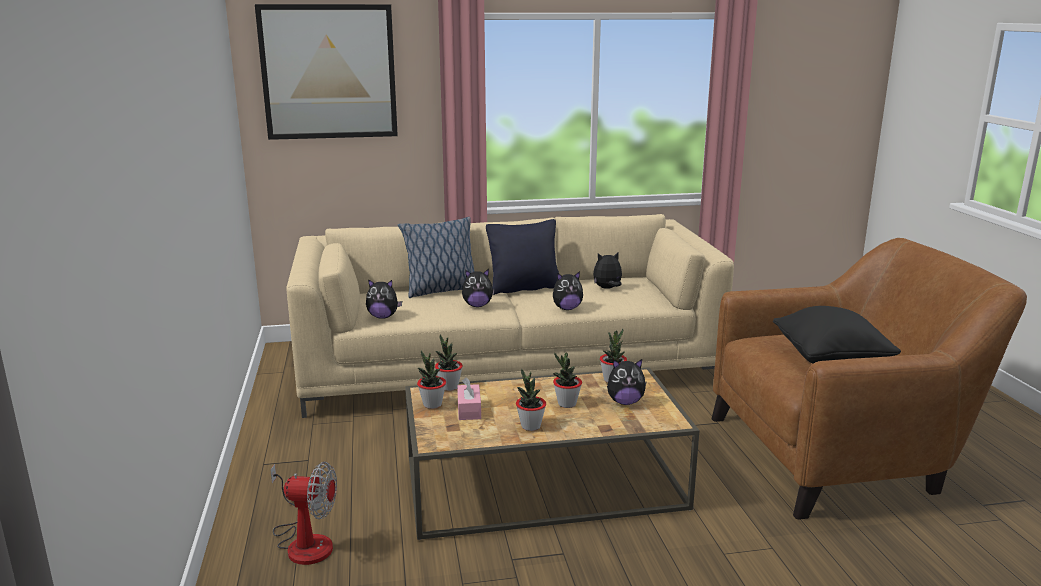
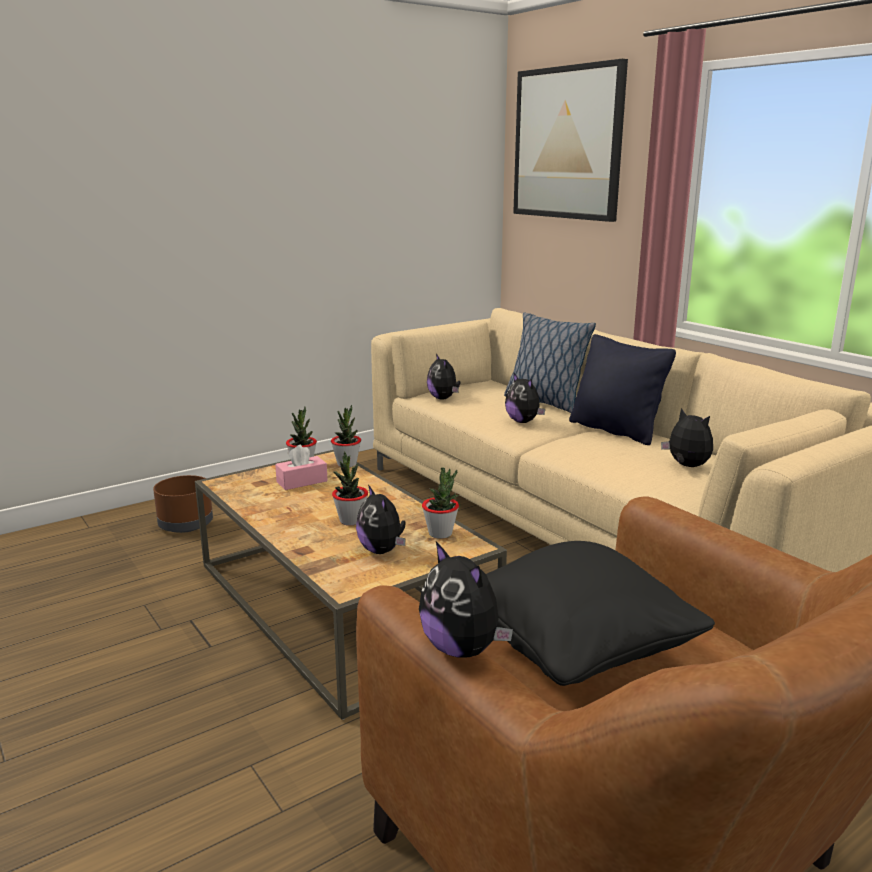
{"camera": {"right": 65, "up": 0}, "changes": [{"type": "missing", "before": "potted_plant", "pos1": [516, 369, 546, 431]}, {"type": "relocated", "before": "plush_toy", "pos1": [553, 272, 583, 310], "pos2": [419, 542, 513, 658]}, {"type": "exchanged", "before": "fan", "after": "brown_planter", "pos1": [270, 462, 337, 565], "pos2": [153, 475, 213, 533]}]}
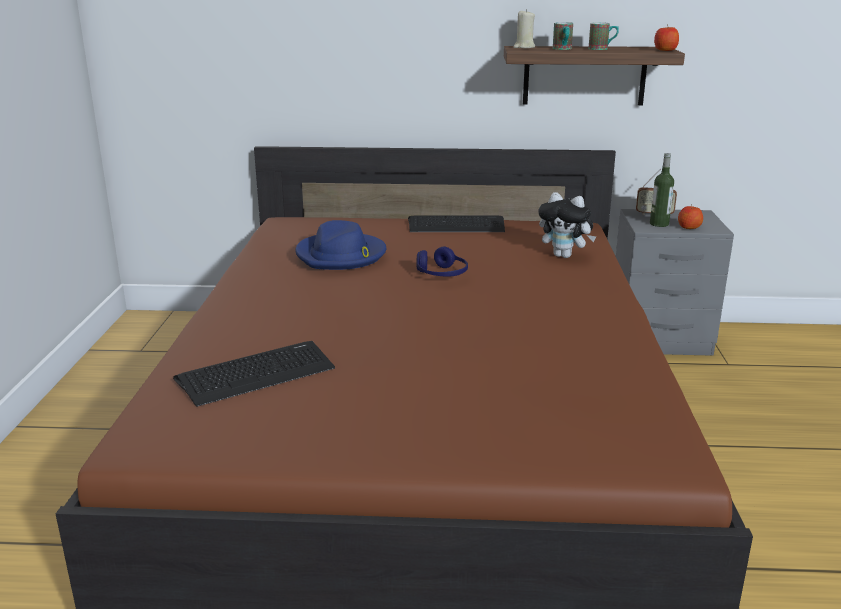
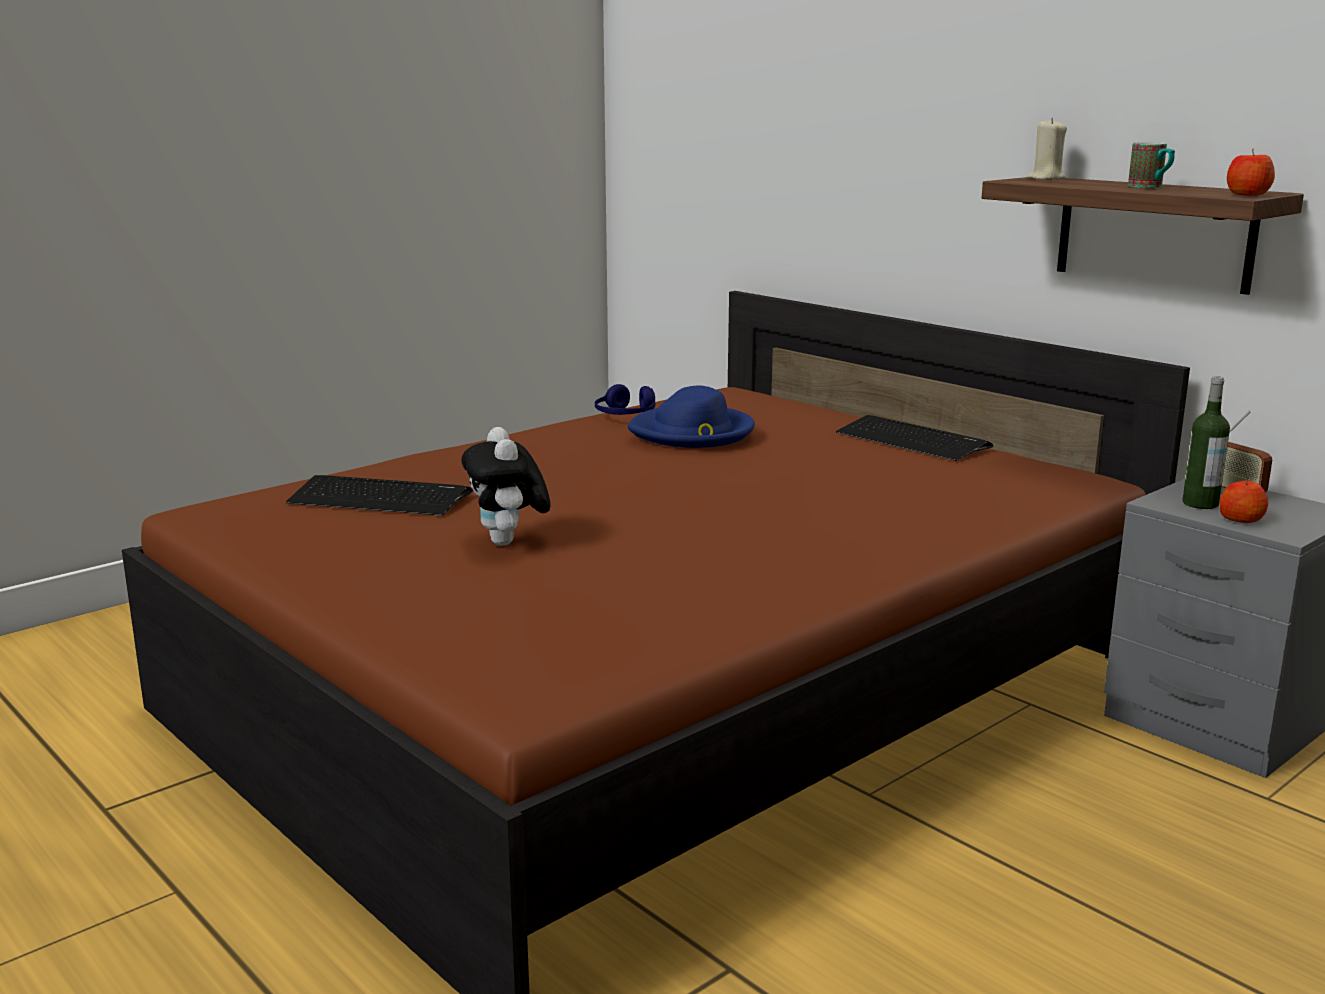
{"camera": {"right": 45, "up": -5}, "changes": [{"type": "missing", "before": "coffee_mug", "pos1": [553, 22, 573, 50]}, {"type": "relocated", "before": "blue_pair_of_headphones", "pos1": [417, 246, 468, 276], "pos2": [595, 384, 655, 415]}, {"type": "relocated", "before": "plush_toy", "pos1": [538, 192, 597, 258], "pos2": [461, 427, 551, 546]}]}
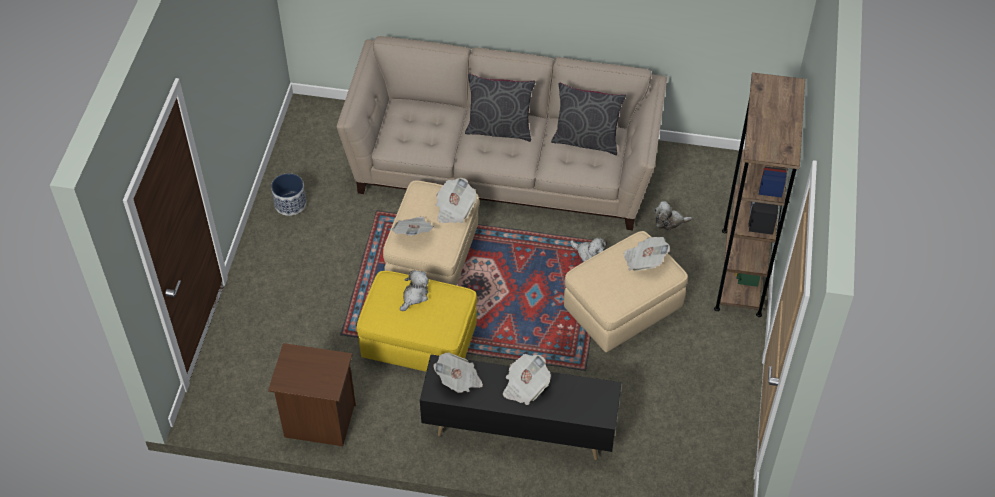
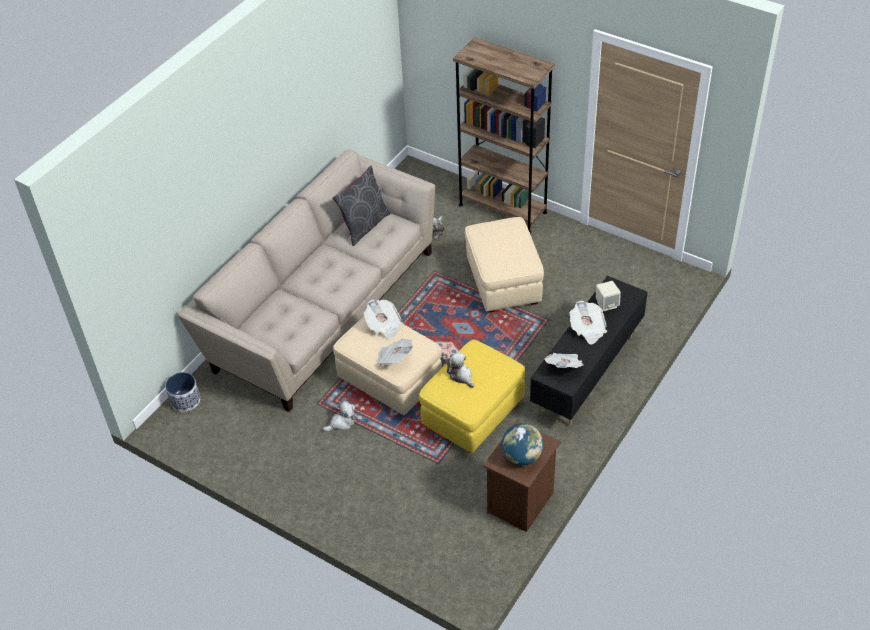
{"camera": {"right": -65, "up": -5}, "changes": [{"type": "missing", "before": "gray_cushion", "pos1": [465, 74, 536, 142]}, {"type": "missing", "before": "daily_paper", "pos1": [623, 237, 670, 271]}, {"type": "appeared", "after": "globe", "pos2": [502, 423, 543, 465]}, {"type": "appeared", "after": "beige_audio_speaker", "pos2": [596, 281, 621, 311]}, {"type": "relocated", "before": "planter", "pos1": [271, 173, 306, 216], "pos2": [165, 372, 200, 412]}, {"type": "relocated", "before": "plush_toy", "pos1": [570, 238, 606, 262], "pos2": [323, 401, 355, 432]}]}
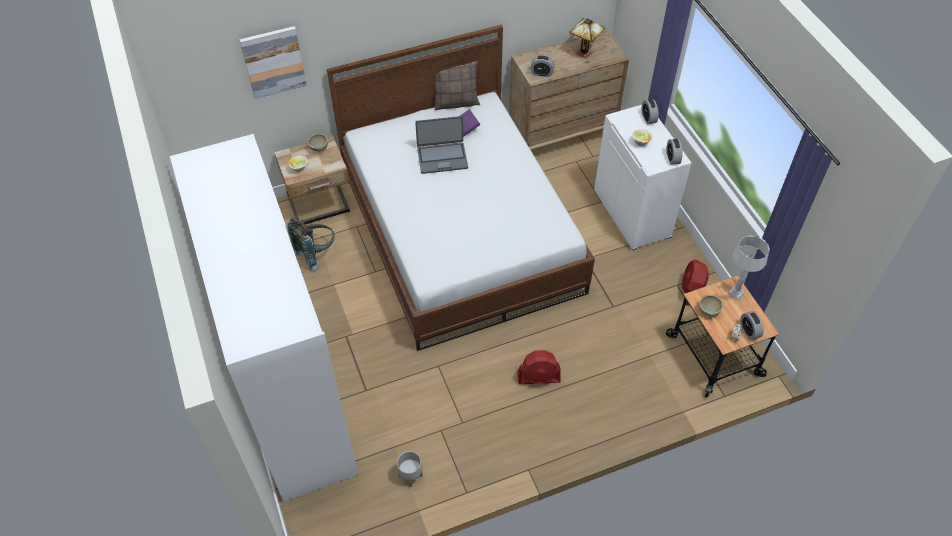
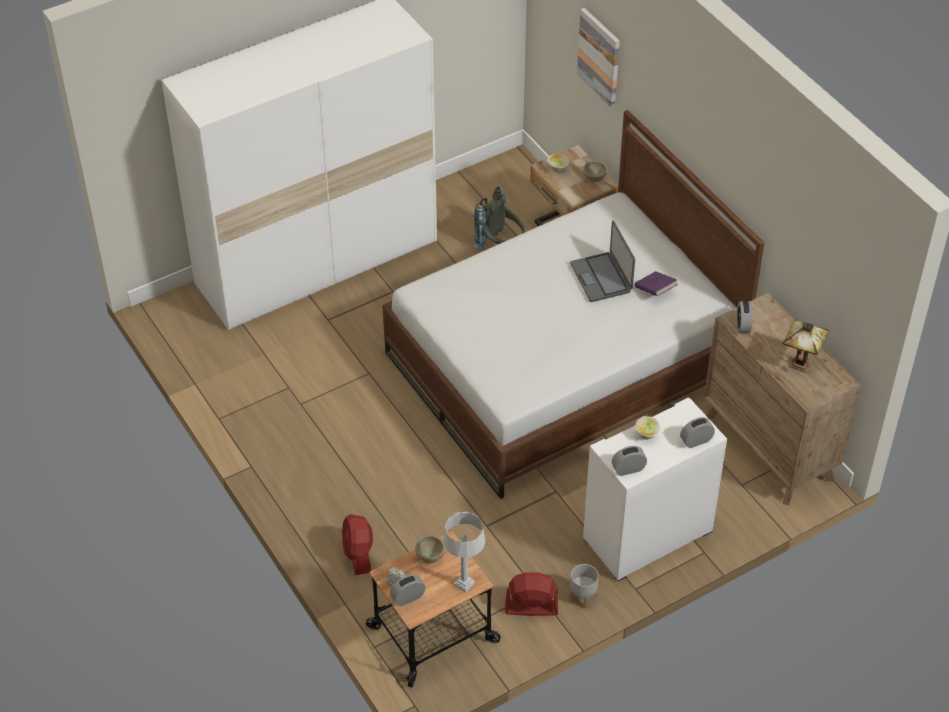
{"camera": {"right": 80, "up": -5}, "changes": [{"type": "missing", "before": "cushion", "pos1": [435, 61, 480, 110]}, {"type": "relocated", "before": "gray_planter", "pos1": [397, 451, 423, 487], "pos2": [570, 564, 599, 608]}, {"type": "relocated", "before": "reddish_fan", "pos1": [518, 350, 561, 384], "pos2": [342, 514, 373, 575]}]}
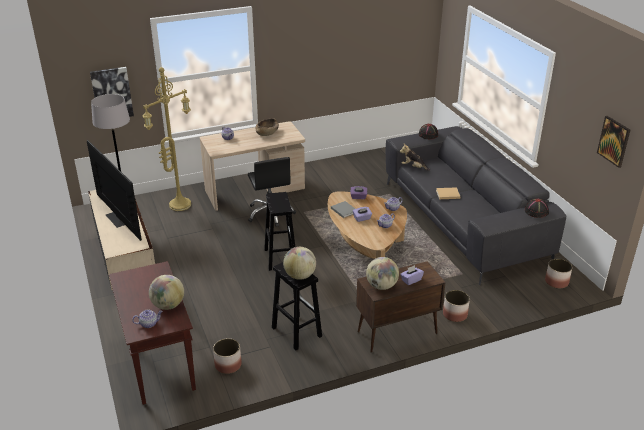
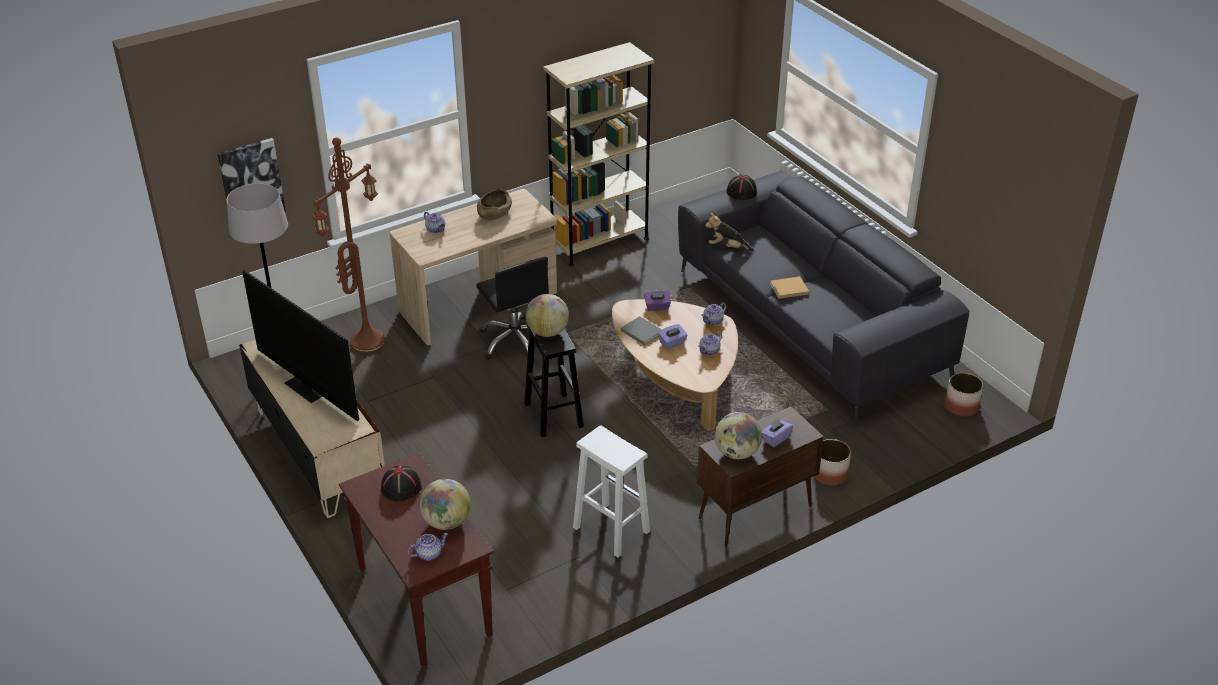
{"camera": {"right": -10, "up": 5}, "changes": [{"type": "missing", "before": "planter", "pos1": [213, 338, 242, 374]}, {"type": "missing", "before": "wall_art", "pos1": [597, 116, 630, 168]}, {"type": "appeared", "after": "beige_bookcase", "pos2": [543, 42, 654, 266]}, {"type": "relocated", "before": "globe", "pos1": [283, 247, 316, 280], "pos2": [526, 294, 569, 337]}, {"type": "relocated", "before": "black-coloured_hat", "pos1": [525, 198, 549, 218], "pos2": [381, 465, 422, 502]}, {"type": "colour", "before": "yellow-coloured_standard_lamp", "after": "brown_standard_lamp", "pos1": [142, 67, 191, 211], "pos2": [312, 137, 385, 353]}, {"type": "colour", "before": "black-coloured_sitting_stool", "after": "white_sitting_stool", "pos1": [272, 262, 322, 350], "pos2": [573, 425, 650, 558]}]}
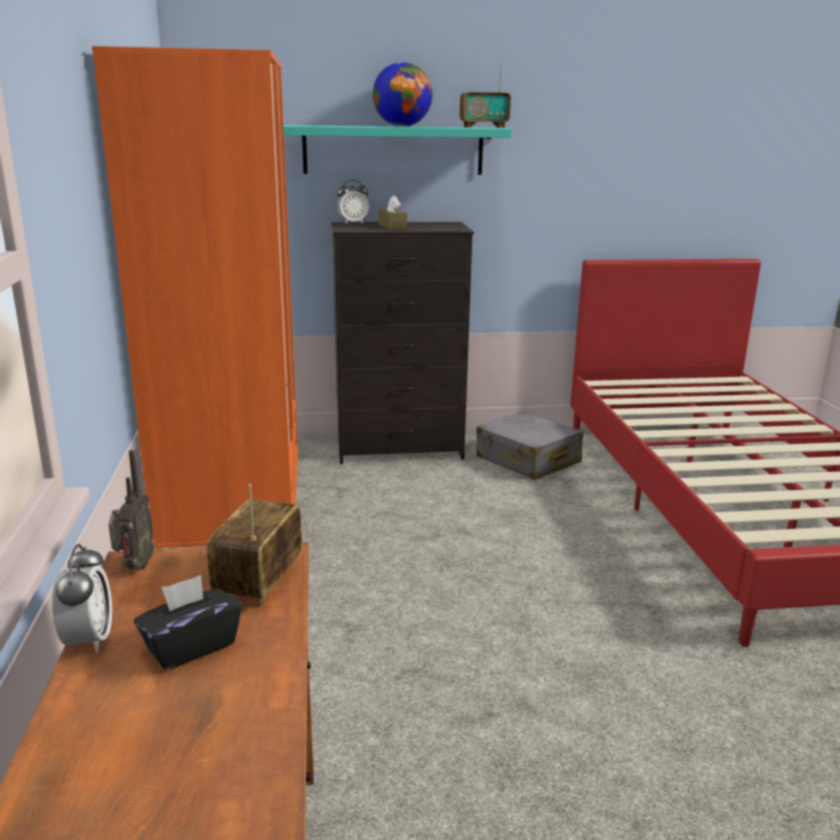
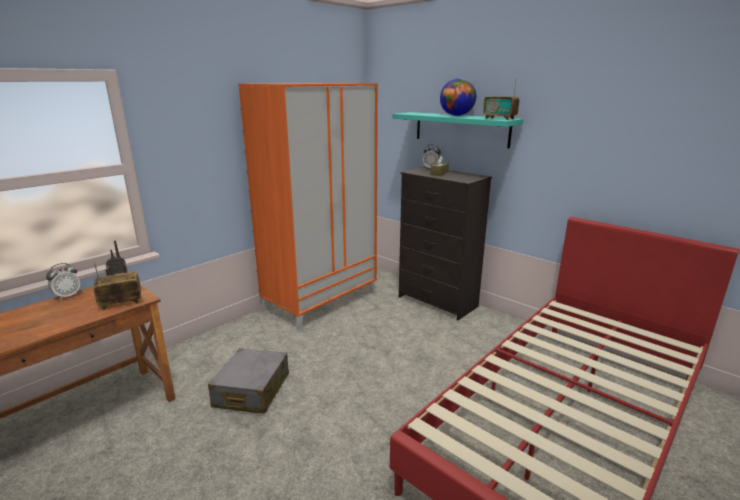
{"camera": {"right": 50, "up": 0}, "changes": [{"type": "missing", "before": "black-coloured_box_of_tissues", "pos1": [134, 575, 242, 670]}, {"type": "relocated", "before": "gray_travel_case", "pos1": [476, 411, 583, 480], "pos2": [208, 348, 289, 414]}]}
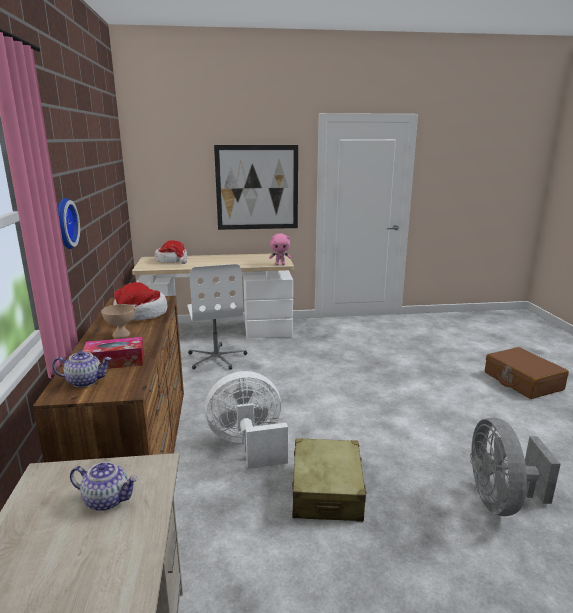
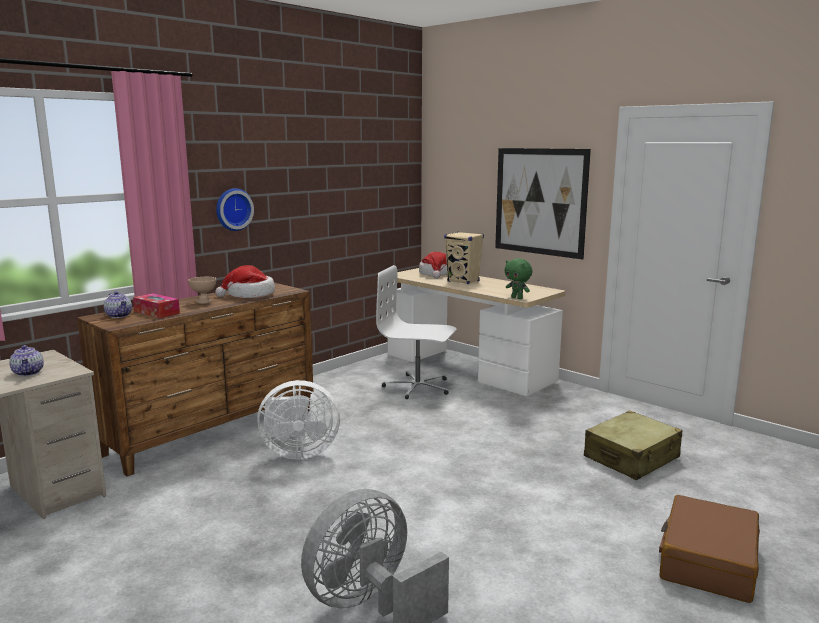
{"camera": {"right": 50, "up": -5}, "changes": [{"type": "appeared", "after": "beige_audio_speaker", "pos2": [444, 232, 484, 284]}, {"type": "relocated", "before": "beige_travel_case", "pos1": [292, 438, 367, 522], "pos2": [584, 410, 683, 480]}, {"type": "colour", "before": "pinkish_plush_toy", "after": "green-coloured_plush_toy", "pos1": [269, 233, 291, 265], "pos2": [504, 258, 533, 299]}, {"type": "spun", "before": "white_desk_chair", "pos1": [187, 264, 247, 370], "pos2": [376, 265, 456, 399], "turn": 75}, {"type": "spun", "before": "white_fan", "pos1": [204, 371, 288, 469], "pos2": [257, 380, 340, 459], "turn": 135}]}
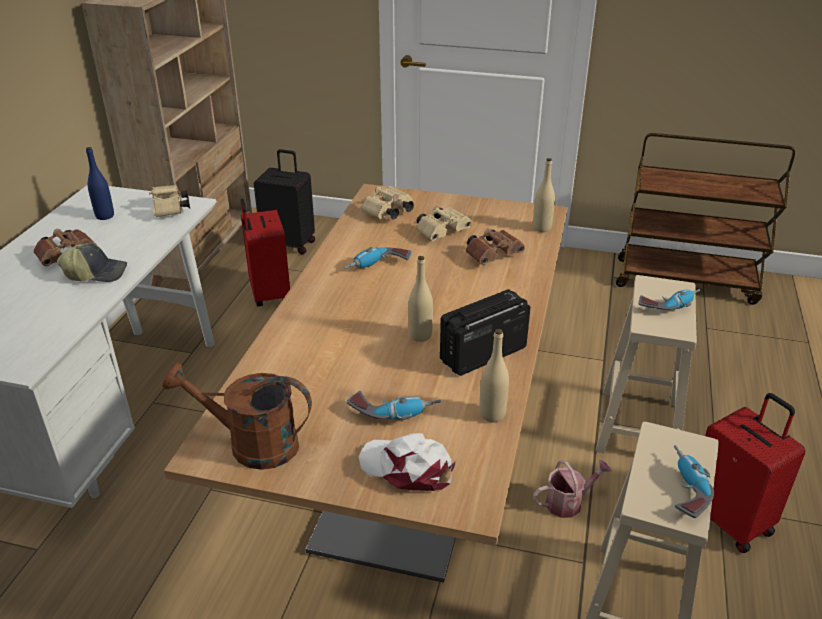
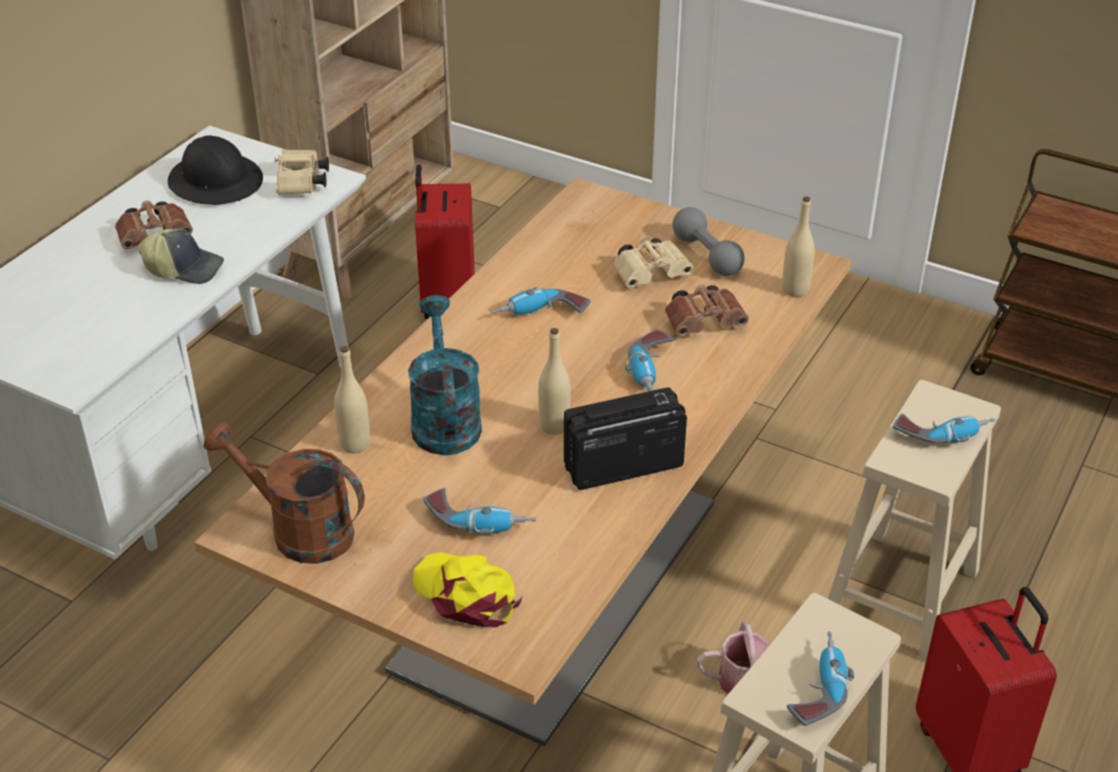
{"camera": {"right": 15, "up": 5}, "changes": [{"type": "missing", "before": "black-coloured_travel_case", "pos1": [254, 149, 315, 255]}, {"type": "missing", "before": "beige_pair_of_binoculars", "pos1": [361, 186, 414, 220]}, {"type": "appeared", "after": "blue-green_watering_pot", "pos2": [408, 295, 482, 455]}, {"type": "appeared", "after": "power_drill", "pos2": [625, 329, 674, 391]}, {"type": "appeared", "after": "gray_hand_weight", "pos2": [672, 207, 745, 276]}, {"type": "relocated", "before": "beige_drink_bottle", "pos1": [479, 329, 509, 422], "pos2": [334, 346, 370, 453]}, {"type": "exchanged", "before": "blue_drink_bottle", "after": "black-coloured_hard_hat", "pos1": [86, 147, 114, 220], "pos2": [168, 135, 263, 205]}, {"type": "colour", "before": "white_peaked_cap", "after": "yellow-coloured_peaked_cap", "pos1": [358, 433, 455, 491], "pos2": [413, 552, 523, 628]}]}
